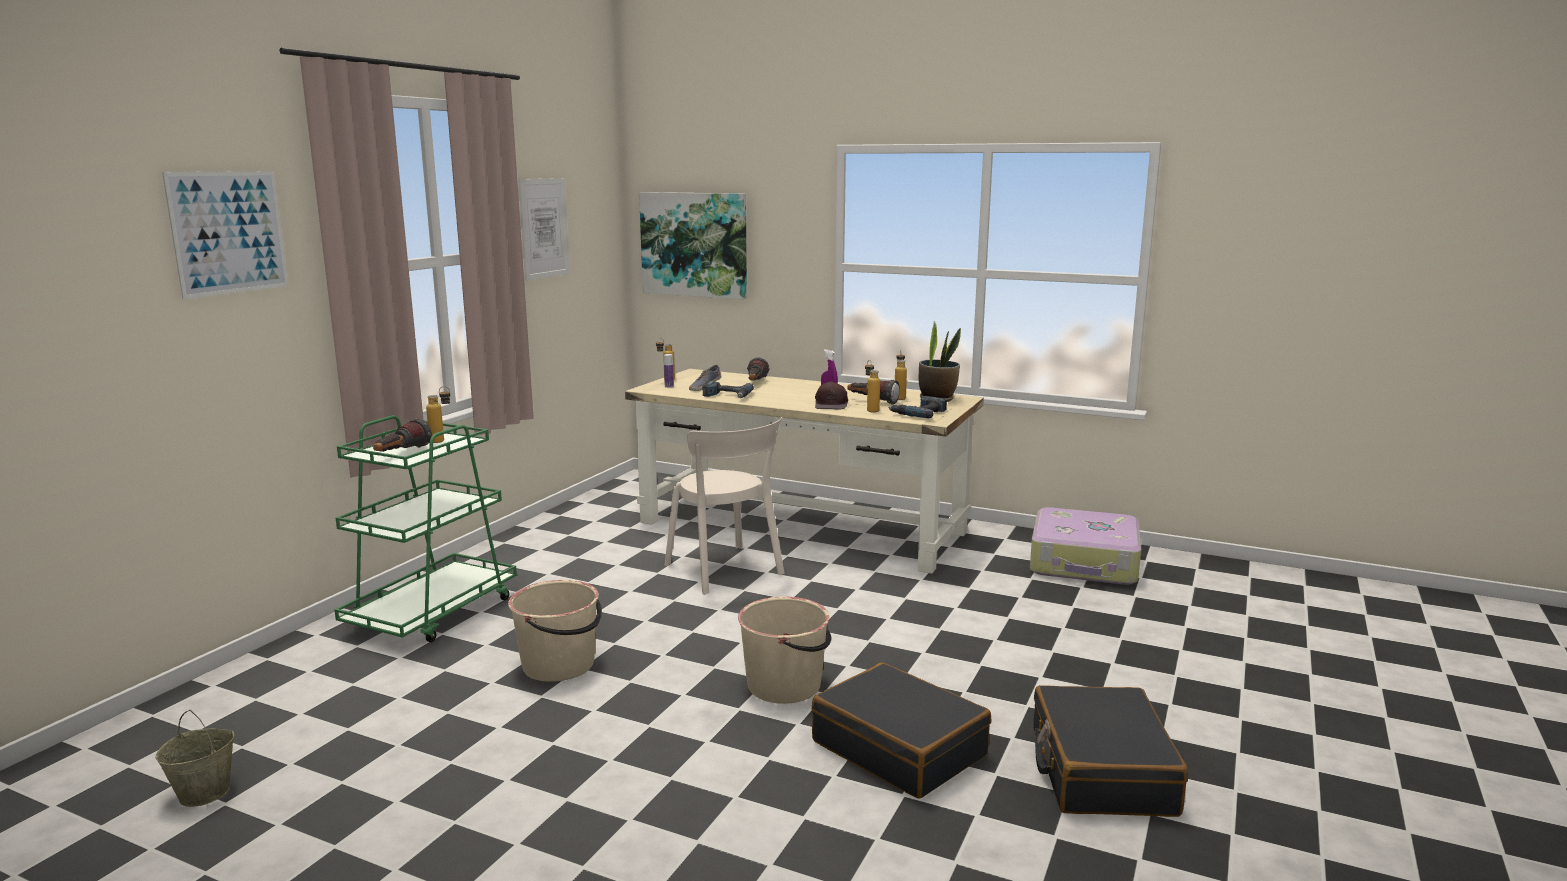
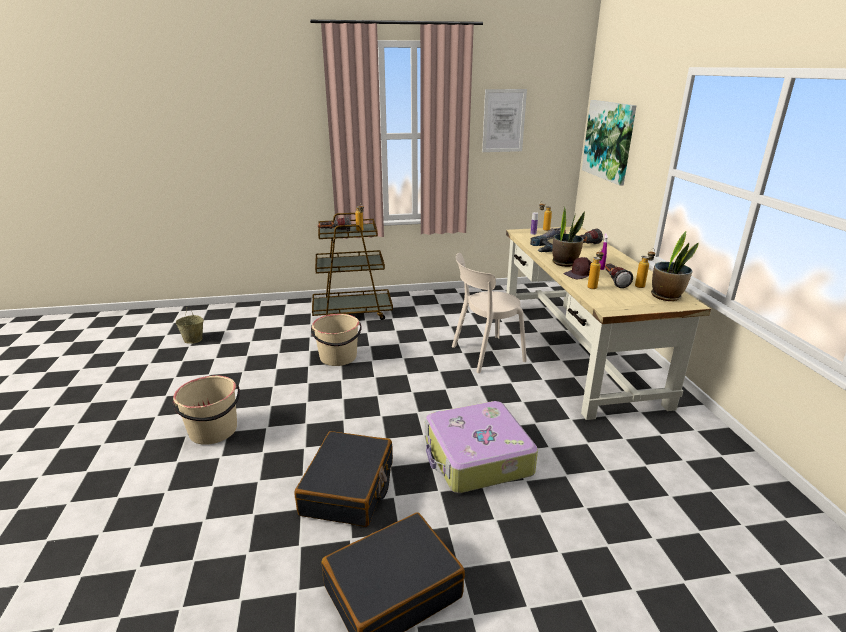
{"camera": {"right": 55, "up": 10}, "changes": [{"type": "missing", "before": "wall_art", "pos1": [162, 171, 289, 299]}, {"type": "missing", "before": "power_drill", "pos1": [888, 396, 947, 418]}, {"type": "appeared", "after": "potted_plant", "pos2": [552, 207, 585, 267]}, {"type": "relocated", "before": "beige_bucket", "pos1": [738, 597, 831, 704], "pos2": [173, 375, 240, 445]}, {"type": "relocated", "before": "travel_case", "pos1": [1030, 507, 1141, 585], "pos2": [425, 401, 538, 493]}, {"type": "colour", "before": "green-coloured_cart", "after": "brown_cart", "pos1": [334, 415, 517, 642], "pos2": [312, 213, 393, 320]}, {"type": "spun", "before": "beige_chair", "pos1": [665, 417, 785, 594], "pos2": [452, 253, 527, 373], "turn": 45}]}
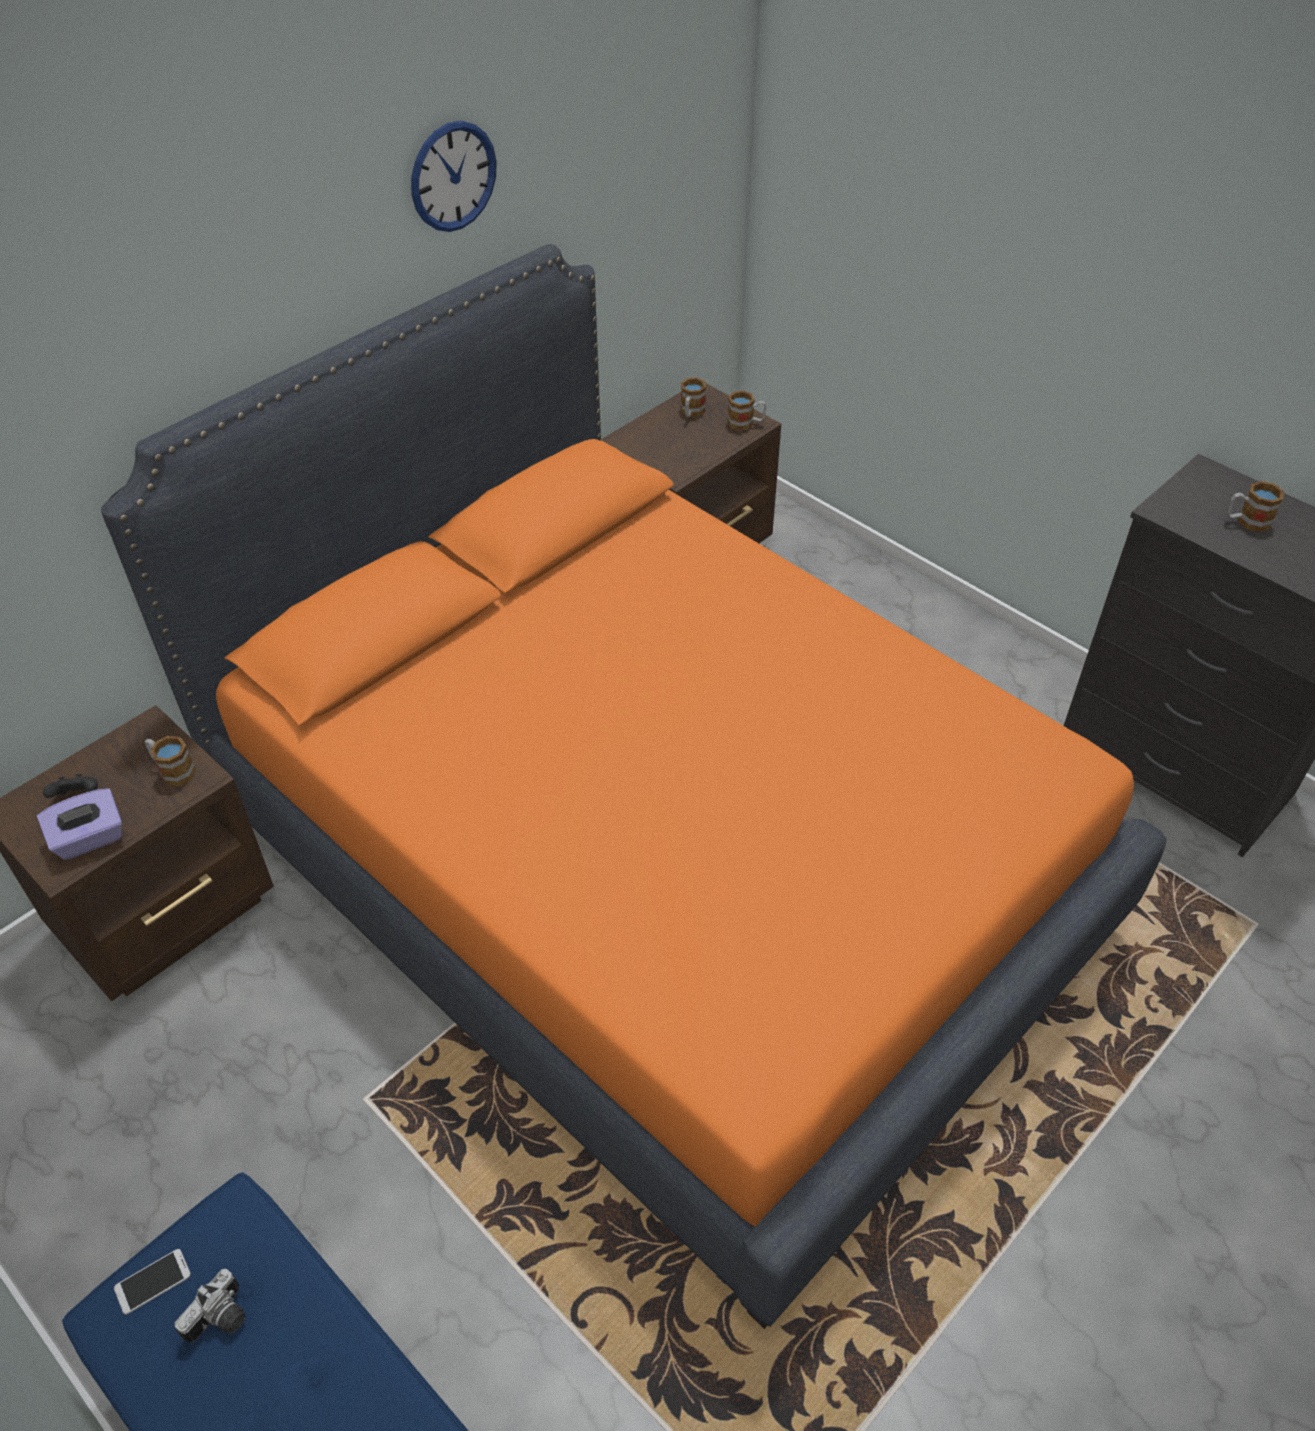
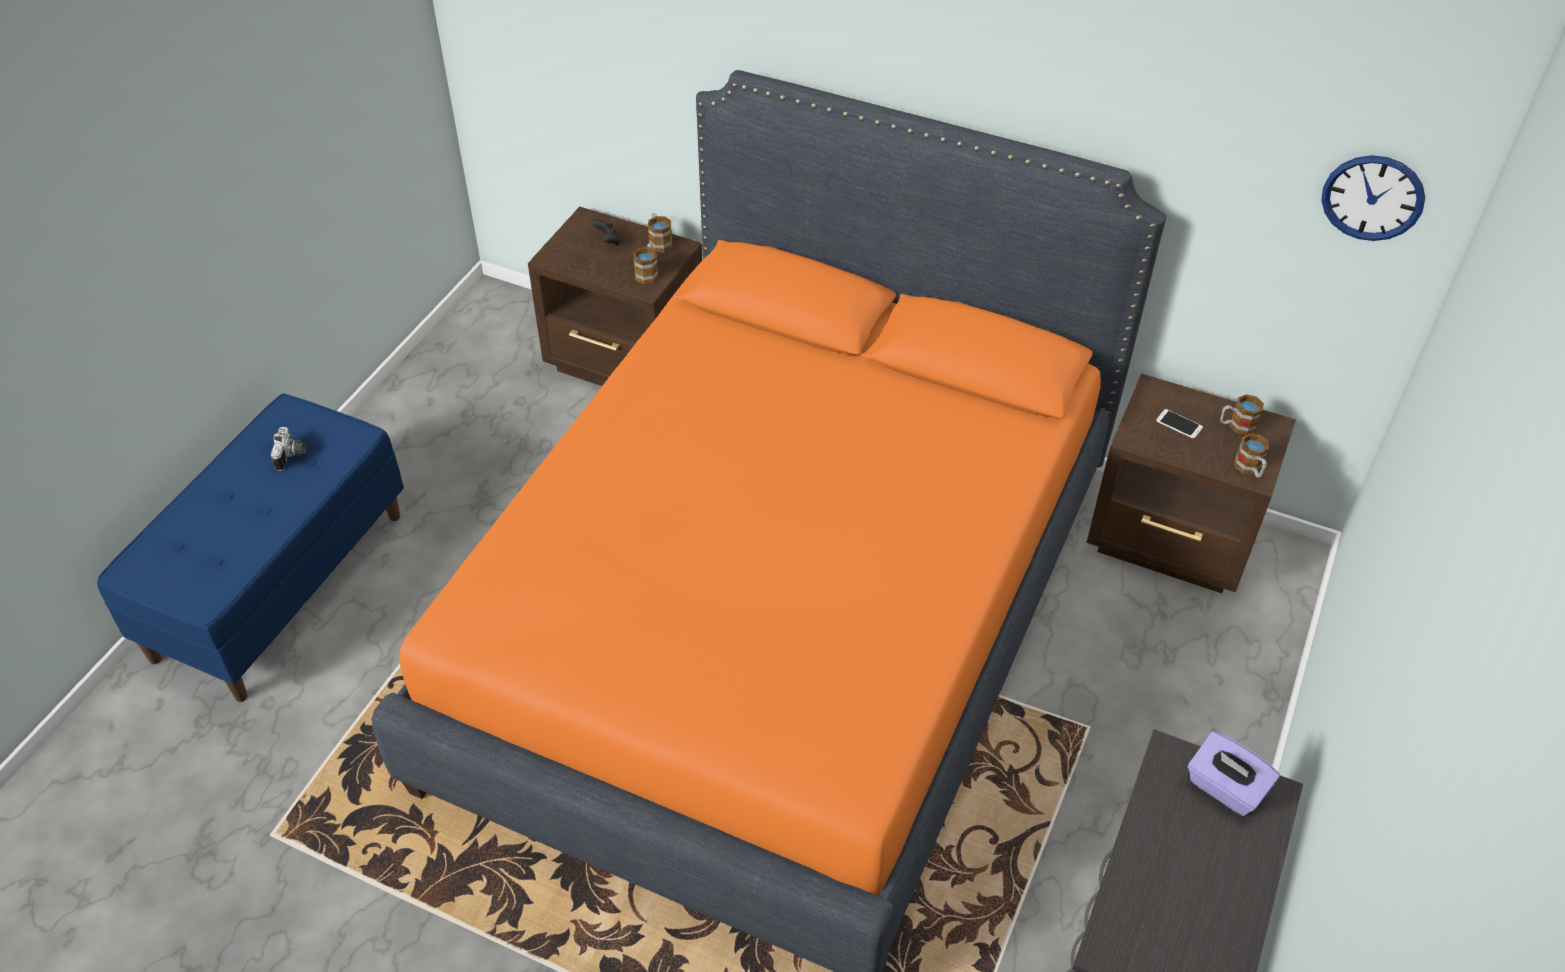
{"camera": {"right": 70, "up": 0}, "changes": [{"type": "relocated", "before": "purple_box_of_tissues", "pos1": [37, 788, 122, 860], "pos2": [1188, 731, 1280, 816]}, {"type": "relocated", "before": "handset", "pos1": [114, 1249, 191, 1315], "pos2": [1156, 409, 1203, 439]}, {"type": "relocated", "before": "wall_clock", "pos1": [411, 121, 497, 232], "pos2": [1321, 155, 1425, 241]}, {"type": "relocated", "before": "coffee_mug", "pos1": [1227, 481, 1284, 532], "pos2": [648, 213, 673, 252]}, {"type": "spun", "before": "still_camera", "pos1": [175, 1269, 246, 1343], "pos2": [271, 427, 307, 471], "turn": -105}]}
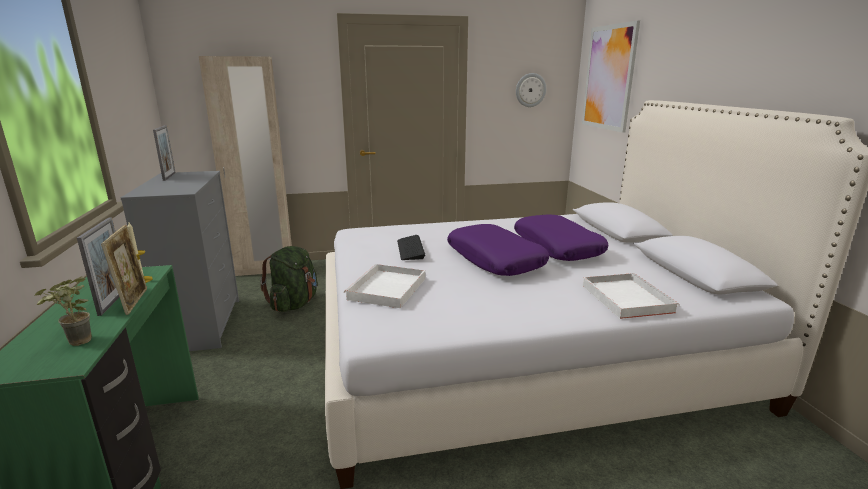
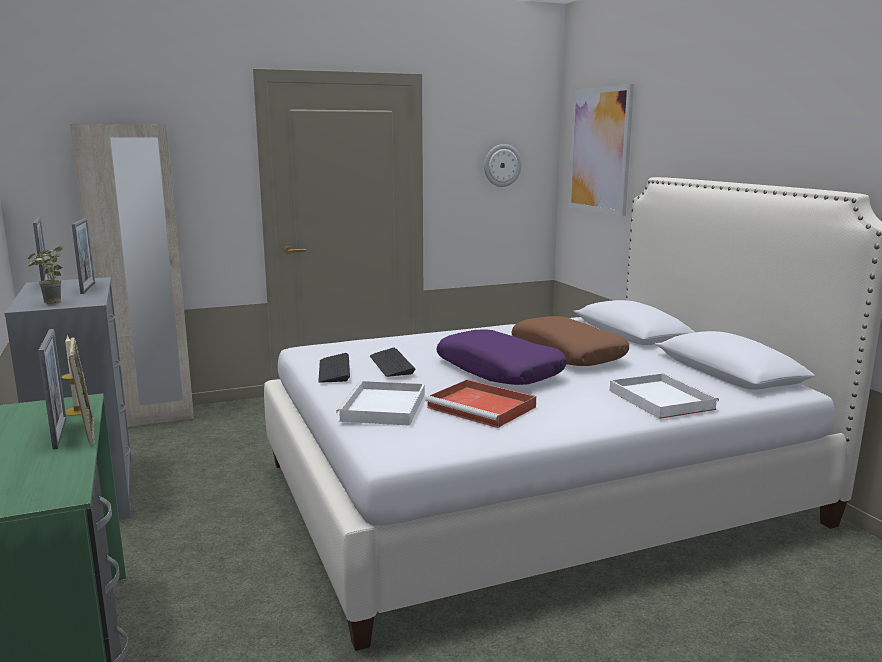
{"camera": {"right": -10, "up": -5}, "changes": [{"type": "missing", "before": "green-coloured_knapsack", "pos1": [260, 246, 317, 312]}, {"type": "appeared", "after": "photo_frame", "pos2": [72, 218, 95, 294]}, {"type": "appeared", "after": "keyboard", "pos2": [318, 353, 350, 383]}, {"type": "appeared", "after": "reddish_carrying_tray", "pos2": [426, 379, 536, 428]}, {"type": "relocated", "before": "potted_plant", "pos1": [35, 277, 91, 346], "pos2": [28, 246, 63, 304]}, {"type": "colour", "before": "purple_cushion", "after": "brown_cushion", "pos1": [514, 214, 608, 261], "pos2": [511, 316, 629, 366]}]}
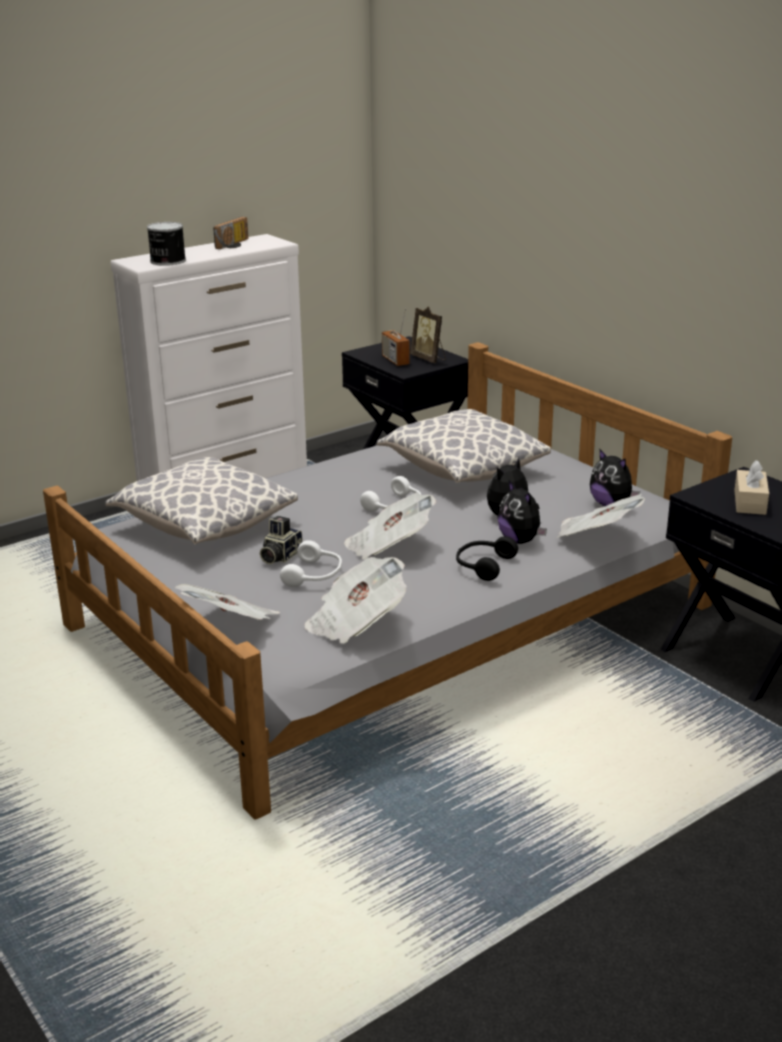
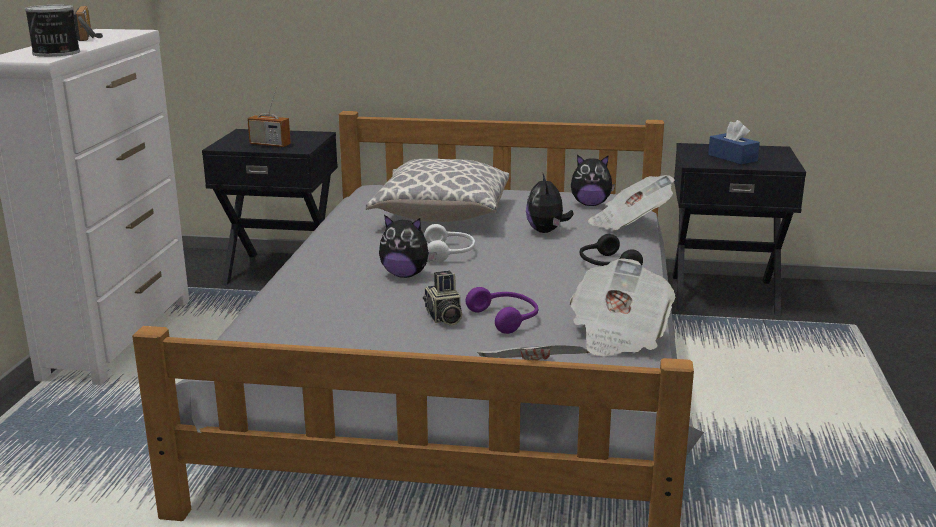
{"camera": {"right": -45, "up": -5}, "changes": [{"type": "missing", "before": "cushion", "pos1": [105, 457, 298, 544]}, {"type": "missing", "before": "daily_paper", "pos1": [344, 493, 436, 560]}, {"type": "missing", "before": "photo_frame", "pos1": [410, 306, 446, 363]}, {"type": "relocated", "before": "plush_toy", "pos1": [497, 481, 547, 544], "pos2": [379, 215, 437, 278]}, {"type": "colour", "before": "white_pair_of_headphones", "after": "purple_pair_of_headphones", "pos1": [280, 540, 342, 587], "pos2": [466, 287, 538, 334]}, {"type": "colour", "before": "beige_box_of_tissues", "after": "blue_box_of_tissues", "pos1": [734, 460, 769, 515], "pos2": [708, 120, 760, 165]}]}
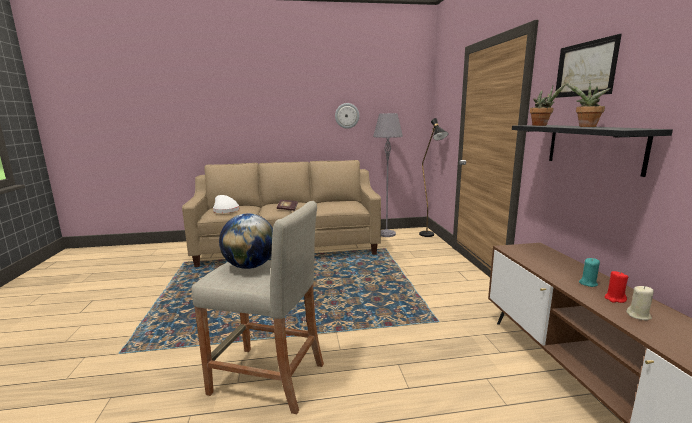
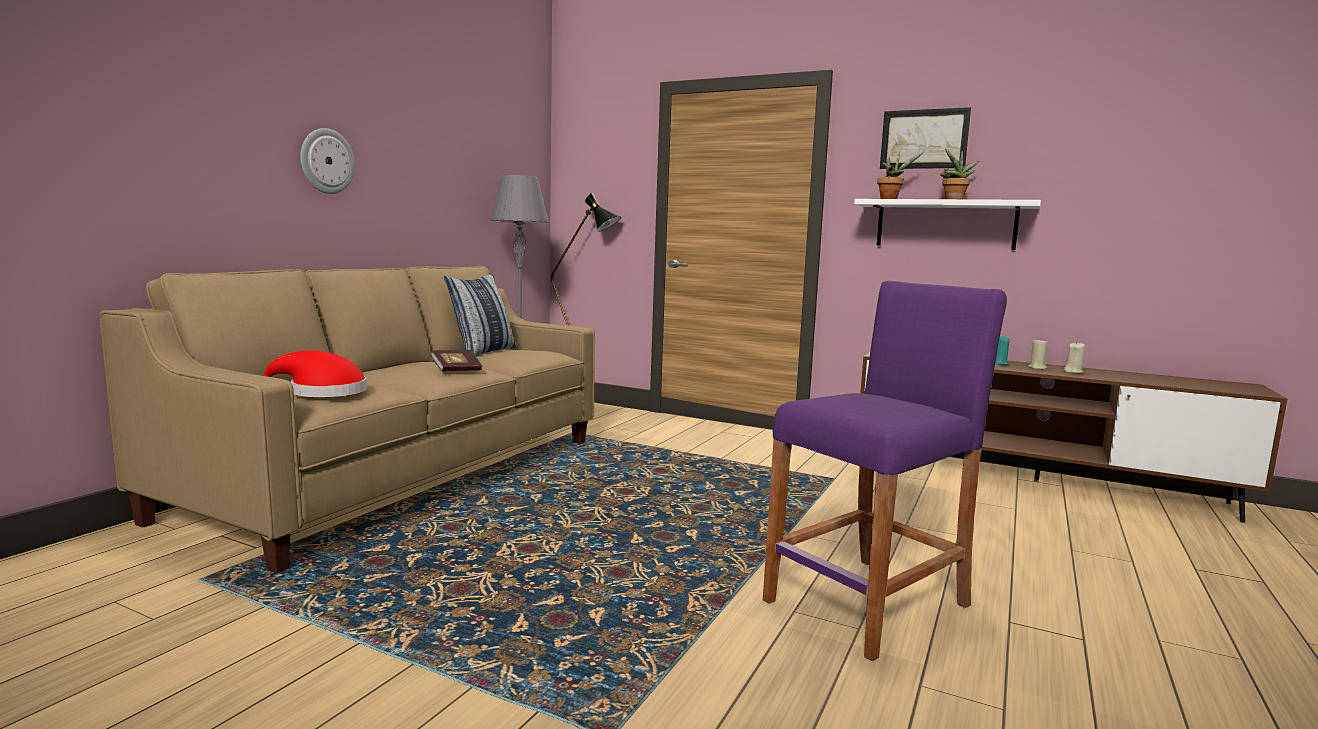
{"camera": {"right": -55, "up": -5}, "changes": [{"type": "missing", "before": "globe", "pos1": [219, 213, 273, 269]}, {"type": "appeared", "after": "cushion", "pos2": [444, 273, 516, 357]}, {"type": "relocated", "before": "wall_clock", "pos1": [335, 103, 359, 129], "pos2": [300, 128, 355, 194]}, {"type": "colour", "before": "beige_sitting_stool", "after": "purple_sitting_stool", "pos1": [191, 201, 324, 414], "pos2": [763, 281, 1007, 662]}, {"type": "colour", "before": "white_hat", "after": "reddish_hat", "pos1": [213, 195, 239, 213], "pos2": [263, 350, 367, 397]}, {"type": "colour", "before": "black-coloured_bracket_shelf", "after": "white_bracket_shelf", "pos1": [512, 125, 673, 177], "pos2": [854, 199, 1041, 250]}, {"type": "colour", "before": "reddish_candle", "after": "beige_candle", "pos1": [605, 271, 629, 303], "pos2": [1028, 340, 1048, 370]}]}
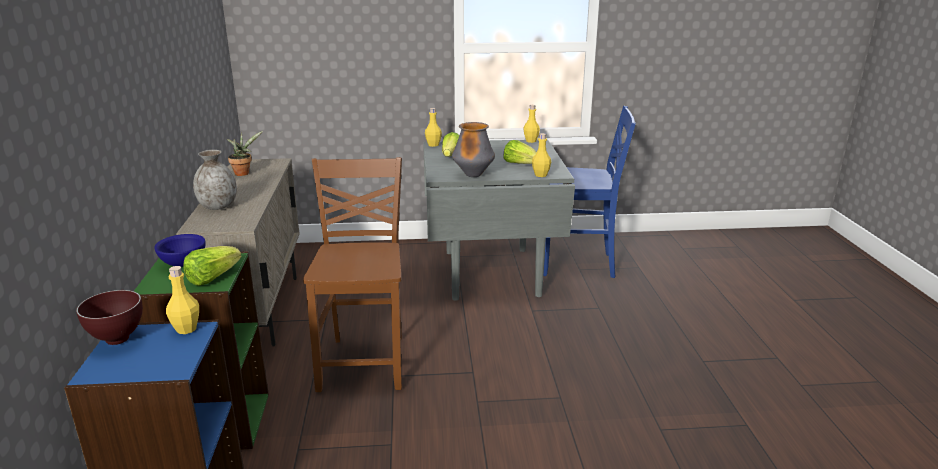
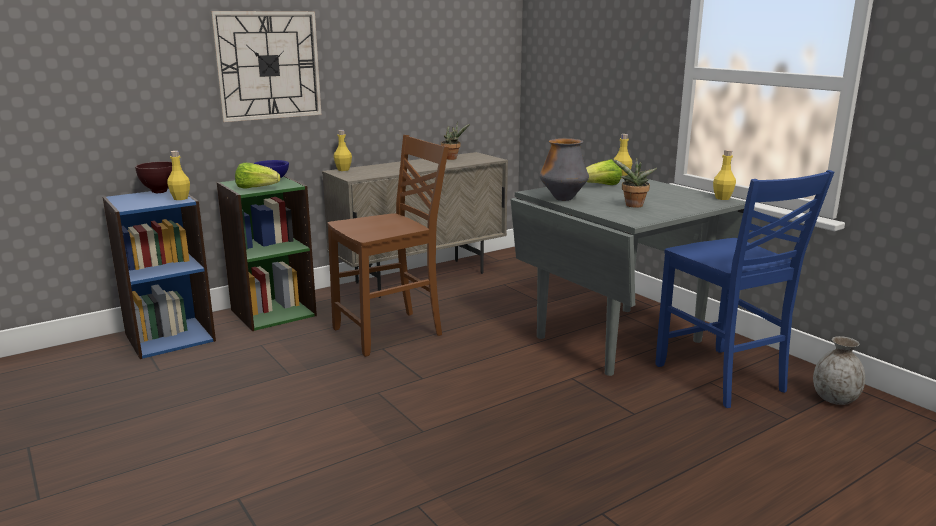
{"camera": {"right": 60, "up": -5}, "changes": [{"type": "appeared", "after": "wall_clock", "pos2": [210, 11, 321, 122]}, {"type": "relocated", "before": "gray_decorative_vase", "pos1": [193, 150, 237, 210], "pos2": [813, 336, 865, 405]}, {"type": "relocated", "before": "yellow-coloured_drink_bottle", "pos1": [532, 133, 551, 177], "pos2": [334, 130, 352, 171]}, {"type": "exchanged", "before": "lettuce_head", "after": "potted_plant", "pos1": [503, 140, 537, 164], "pos2": [612, 158, 657, 208]}]}
